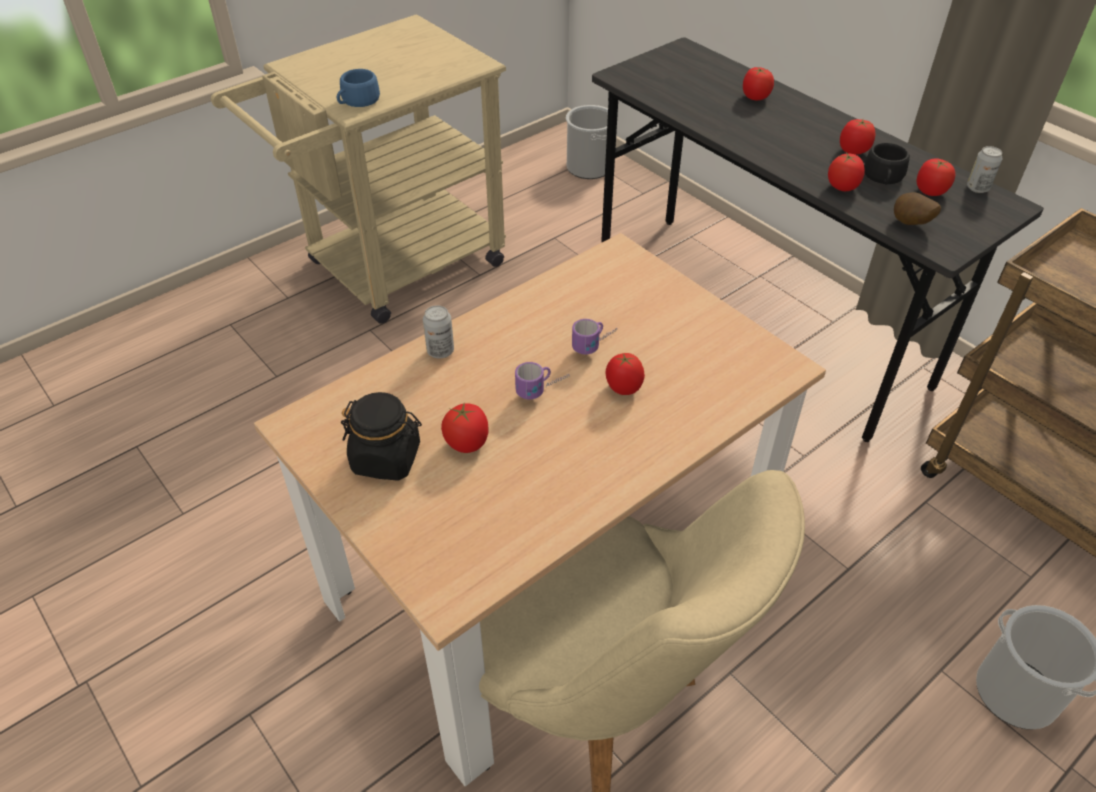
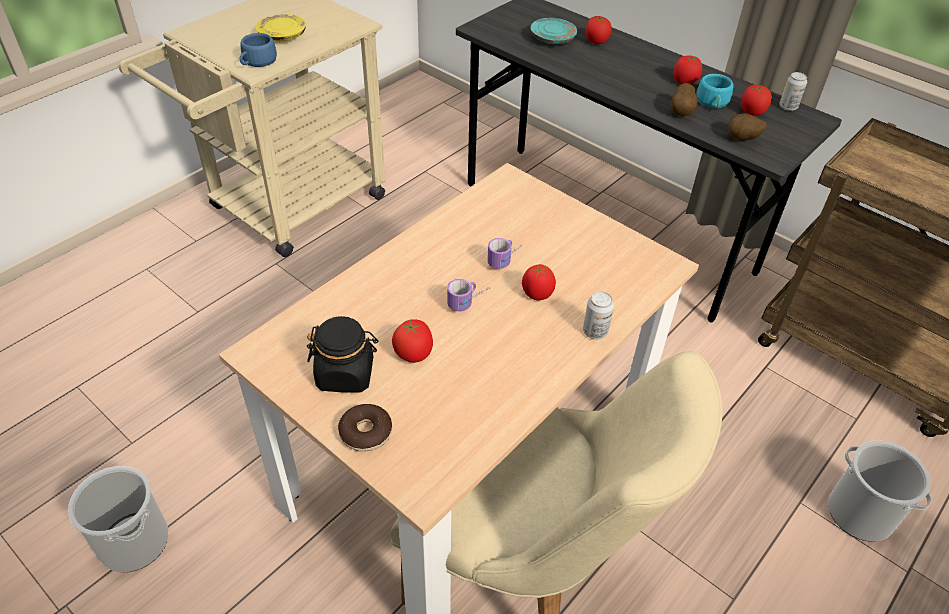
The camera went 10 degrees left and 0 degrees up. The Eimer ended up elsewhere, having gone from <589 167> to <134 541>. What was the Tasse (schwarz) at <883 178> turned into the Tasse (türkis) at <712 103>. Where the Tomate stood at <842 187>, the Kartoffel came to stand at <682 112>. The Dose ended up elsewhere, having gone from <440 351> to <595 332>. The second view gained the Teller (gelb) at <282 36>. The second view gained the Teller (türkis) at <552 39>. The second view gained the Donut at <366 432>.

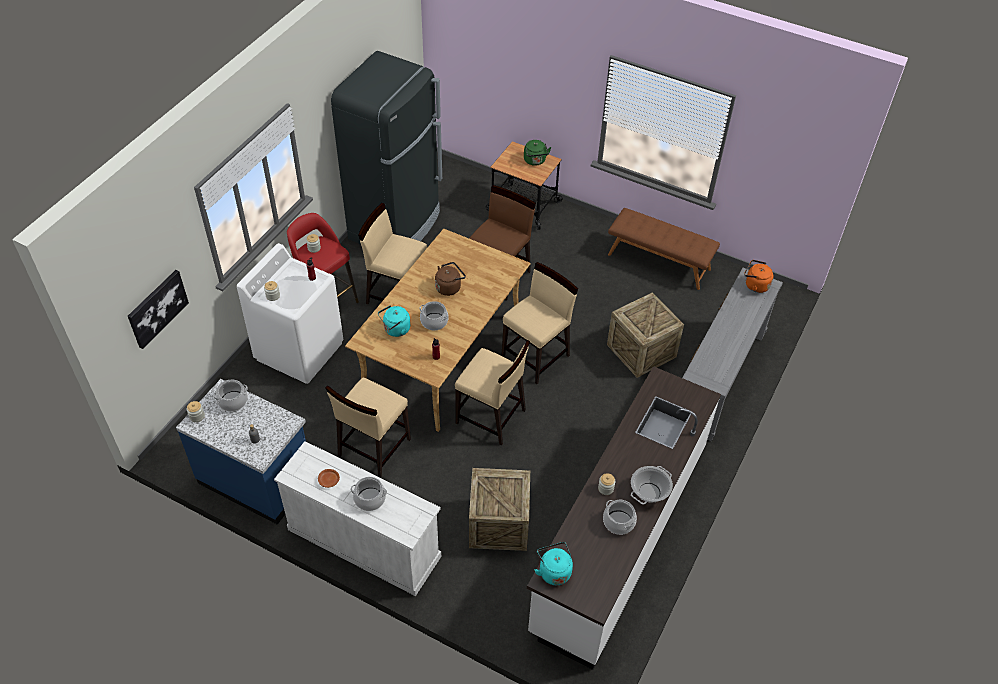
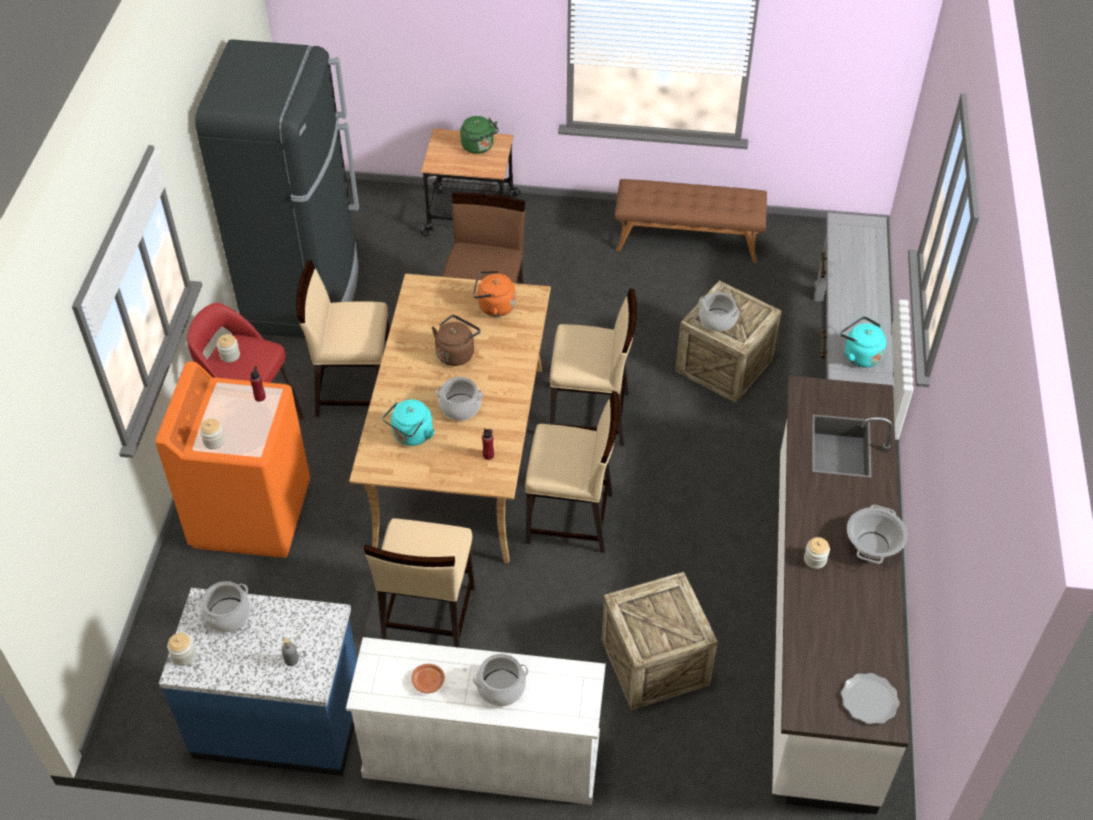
The camera went 20 degrees left and 0 degrees up. What was the Waschmaschine (weiß) at <300 350> turned into the Waschmaschine (orange) at <251 513>. The Wasserkessel (orange) ended up elsewhere, having gone from <755 285> to <494 306>. The Stuhl (beige) at <536 357> ended up facing another way, 75 degrees clockwise from before. The second view lost the Bild at <157 308>. The Kochtopf ended up elsewhere, having gone from <618 522> to <717 320>. The Wasserkessel (türkis) ended up elsewhere, having gone from <553 571> to <860 355>. The second view gained the Teller at <869 700>.

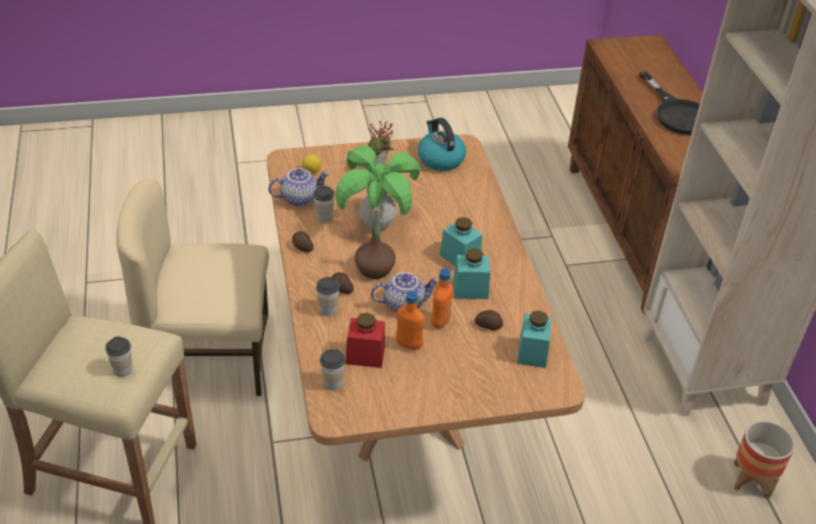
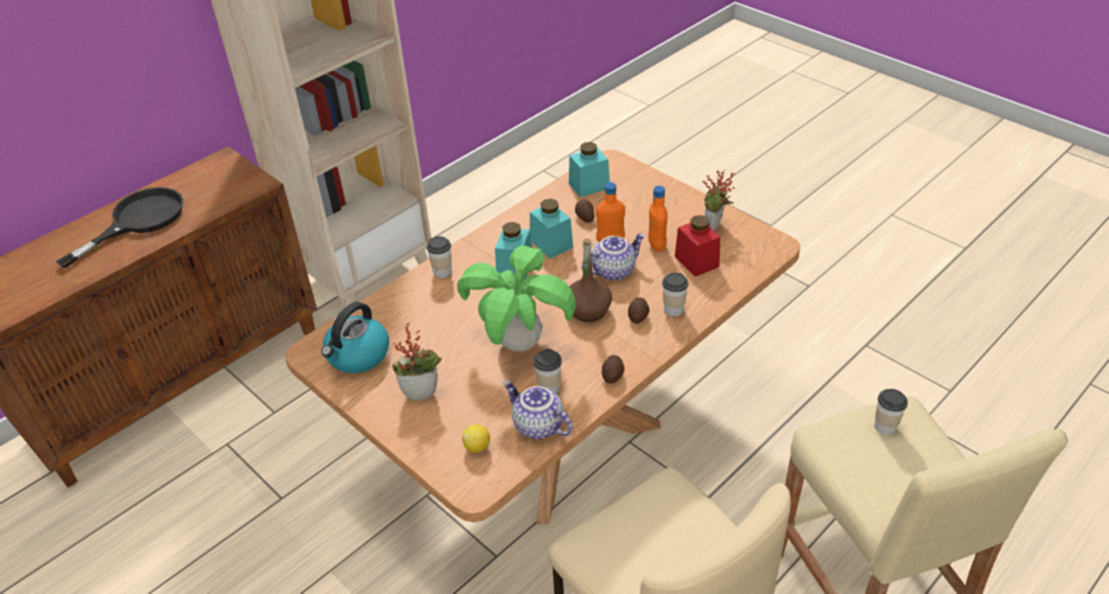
The camera went 120 degrees left and 0 degrees up. The Teekanne at <404 304> ended up facing another way, 105 degrees clockwise from before. The Tasse ended up elsewhere, having gone from <332 383> to <442 272>. The second view lost the Pflanzkübel at <752 480>. The second view gained the Topfpflanze at <714 228>.

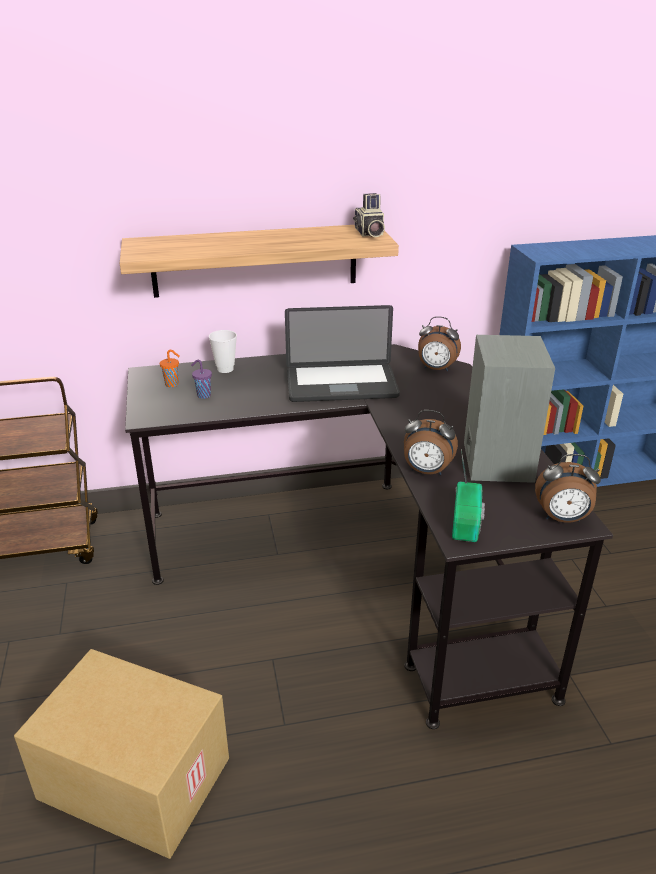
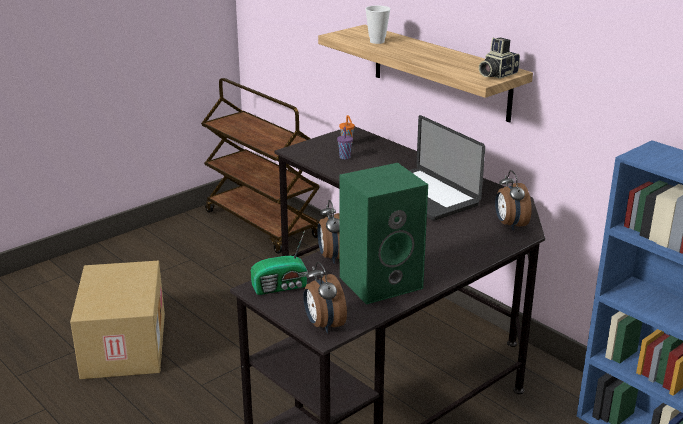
The camera went 60 degrees right and 5 degrees down. The Tasse ended up elsewhere, having gone from <225 369> to <377 41>. What was the Lautsprecher (grau) at <495 460> turned into the Lautsprecher (grün) at <381 281>.

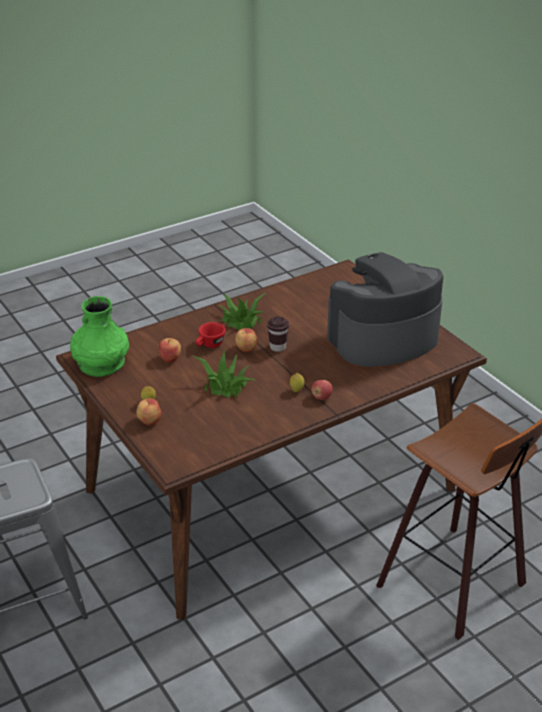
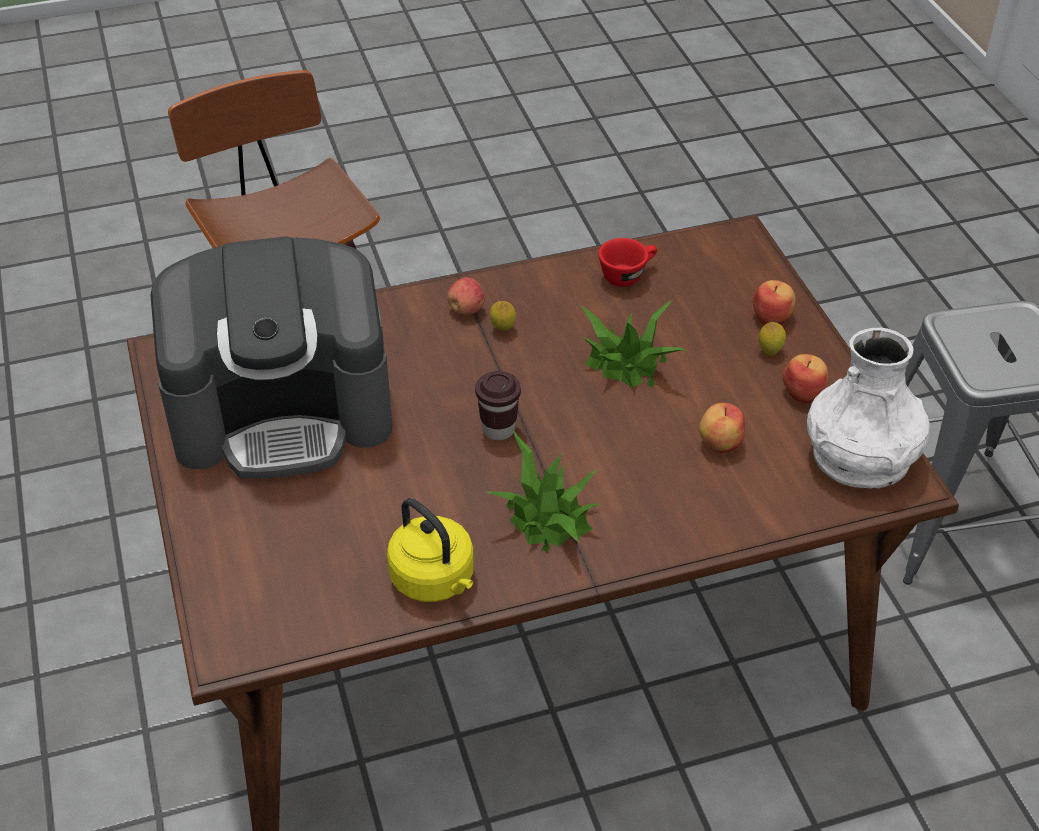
The camera went 165 degrees left and 10 degrees up. What was the Vase (grün) at <101 363> turned into the Vase (weiß) at <861 458>. The Tasse (rot) ended up elsewhere, having gone from <209 345> to <627 274>. The Apfel ended up elsewhere, having gone from <245 349> to <803 393>. The second view gained the Wasserkessel (gelb) at <435 580>.

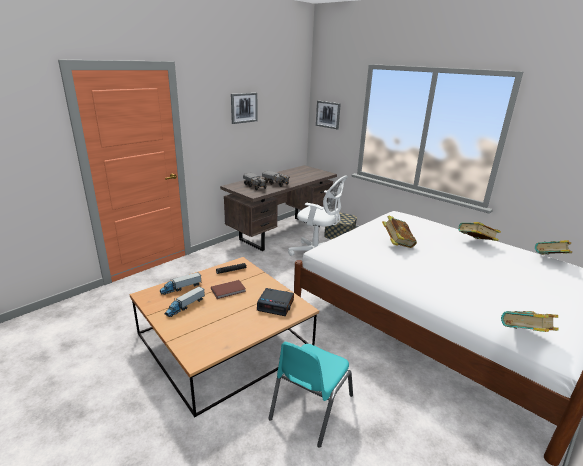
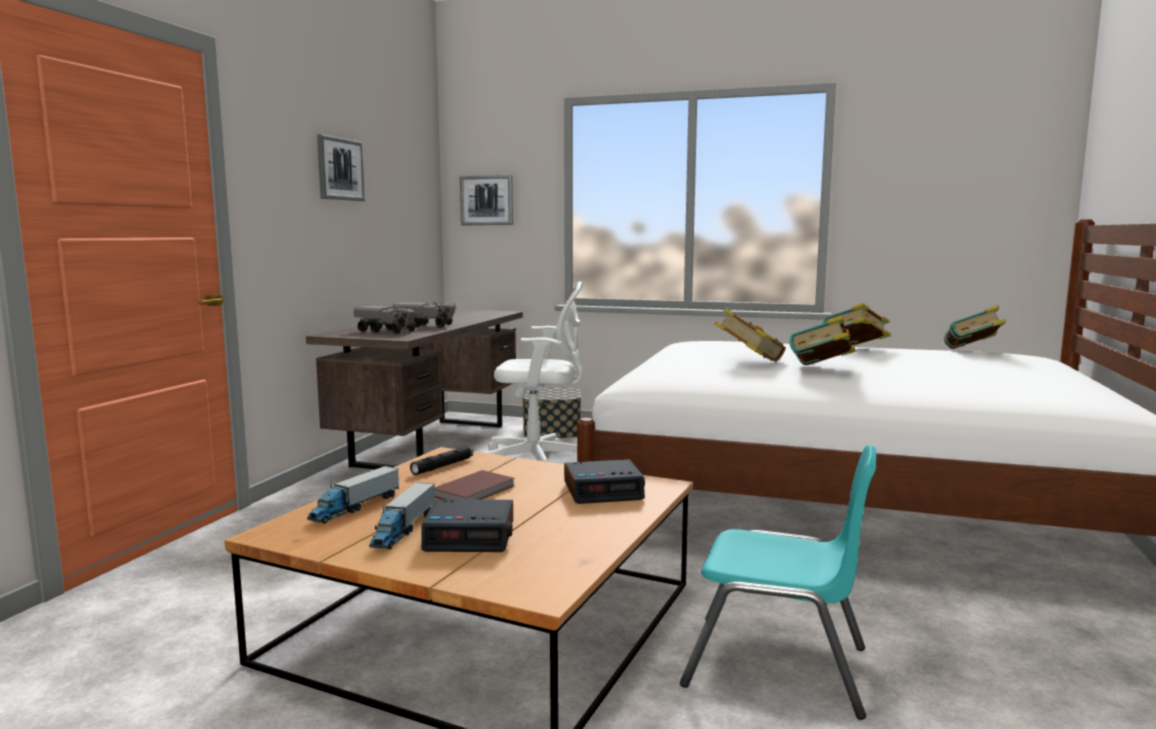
The camera went 25 degrees left and 15 degrees down. The Buch ended up elsewhere, having gone from <524 337> to <821 369>. The Stuhl (türkis) at <310 406> ended up facing another way, 75 degrees counterclockwise from before. The second view gained the Wecker at <471 536>.

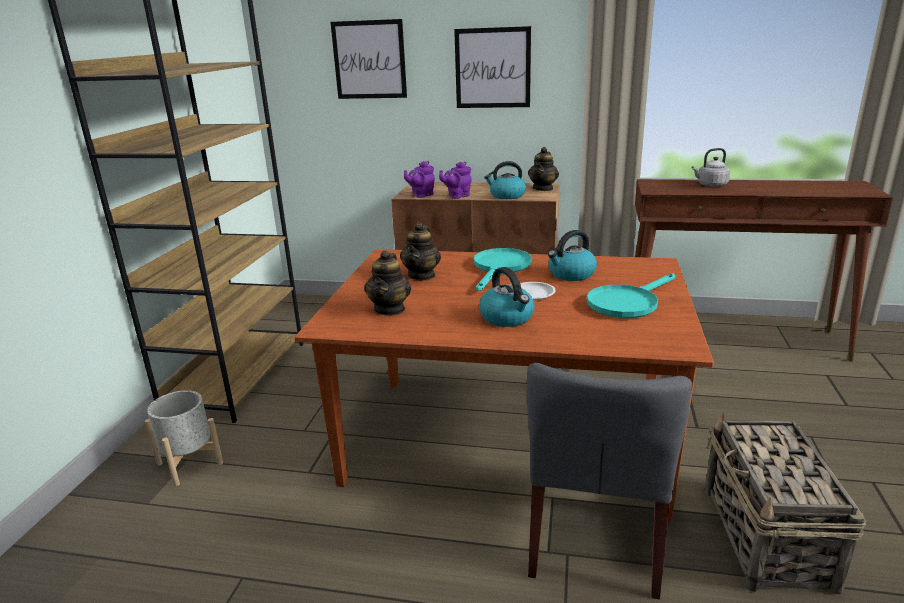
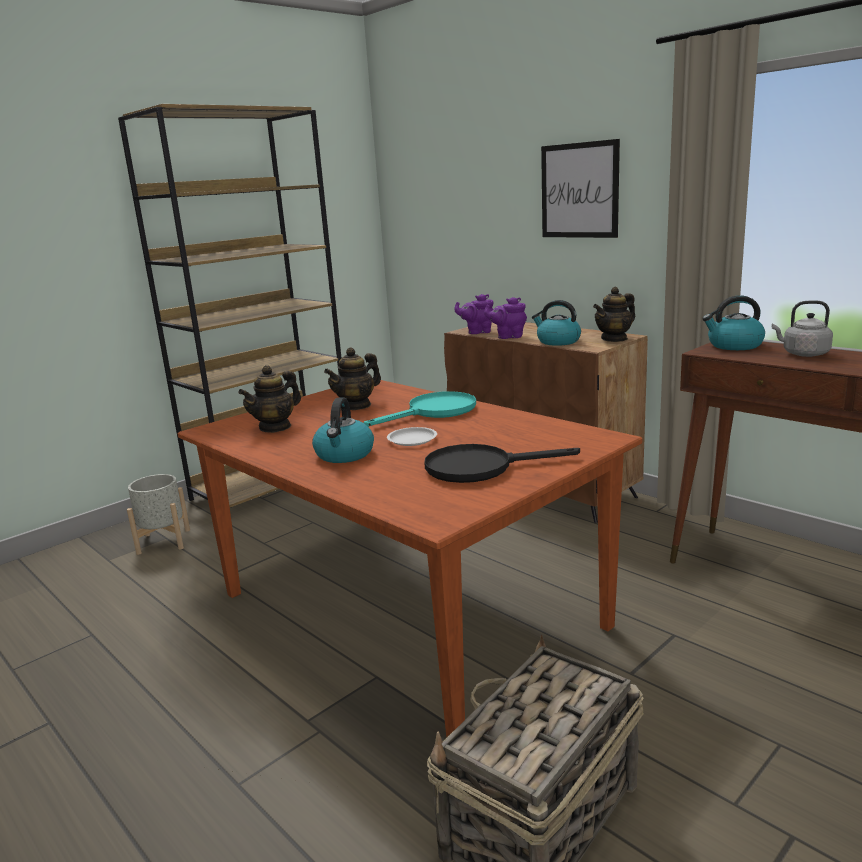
The camera went 35 degrees right and 5 degrees down. The second view lost the Bild at <369 60>. The Wasserkessel ended up elsewhere, having gone from <571 274> to <734 346>. What was the Pfanne (türkis) at <627 302> turned into the Pfanne (schwarz) at <480 467>. The second view lost the Stuhl (grau) at <596 534>.

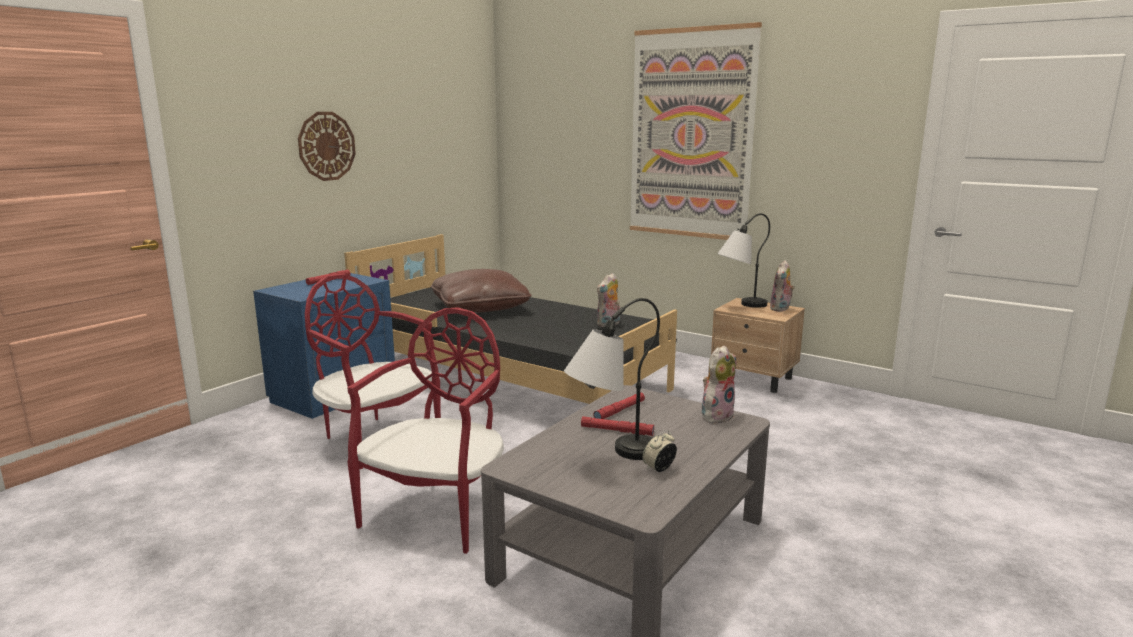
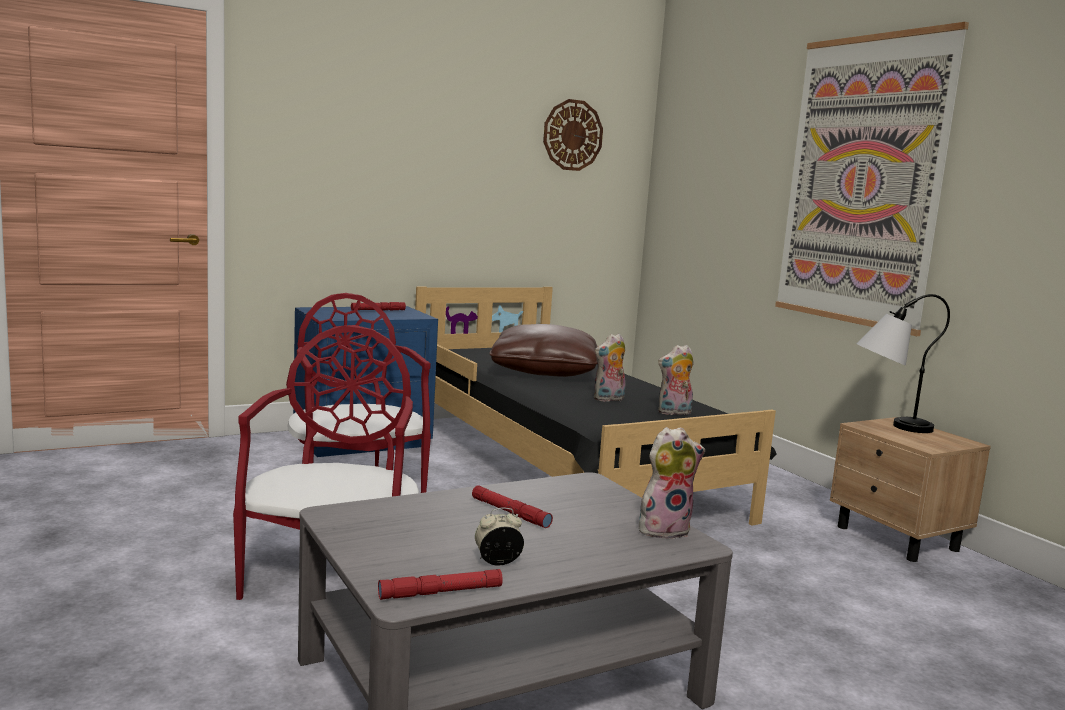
The camera went 25 degrees right and 5 degrees down. The Wanduhr ended up elsewhere, having gone from <326 146> to <572 135>. The Plüschtier ended up elsewhere, having gone from <781 309> to <609 399>. The second view lost the Tischlampe at <610 456>. The Stuhl (rot) at <438 512> ended up facing another way, 45 degrees counterclockwise from before. The Taschenlampe (rot) ended up elsewhere, having gone from <619 410> to <440 592>.

